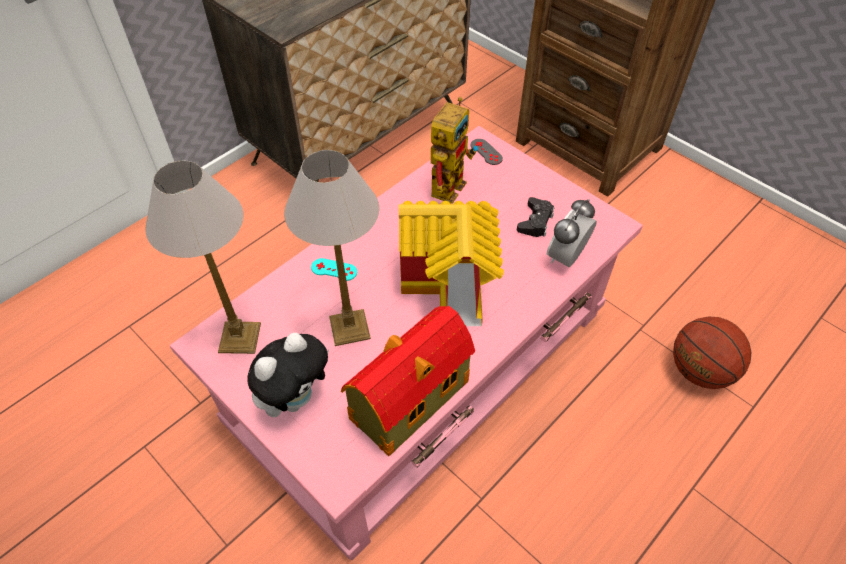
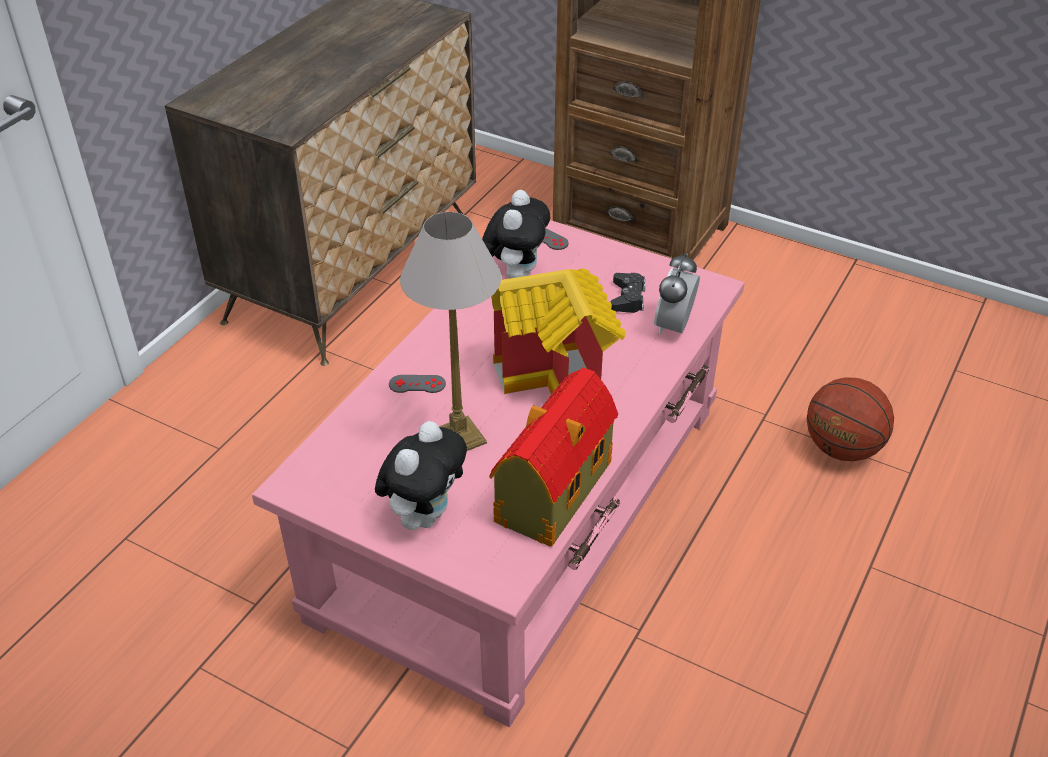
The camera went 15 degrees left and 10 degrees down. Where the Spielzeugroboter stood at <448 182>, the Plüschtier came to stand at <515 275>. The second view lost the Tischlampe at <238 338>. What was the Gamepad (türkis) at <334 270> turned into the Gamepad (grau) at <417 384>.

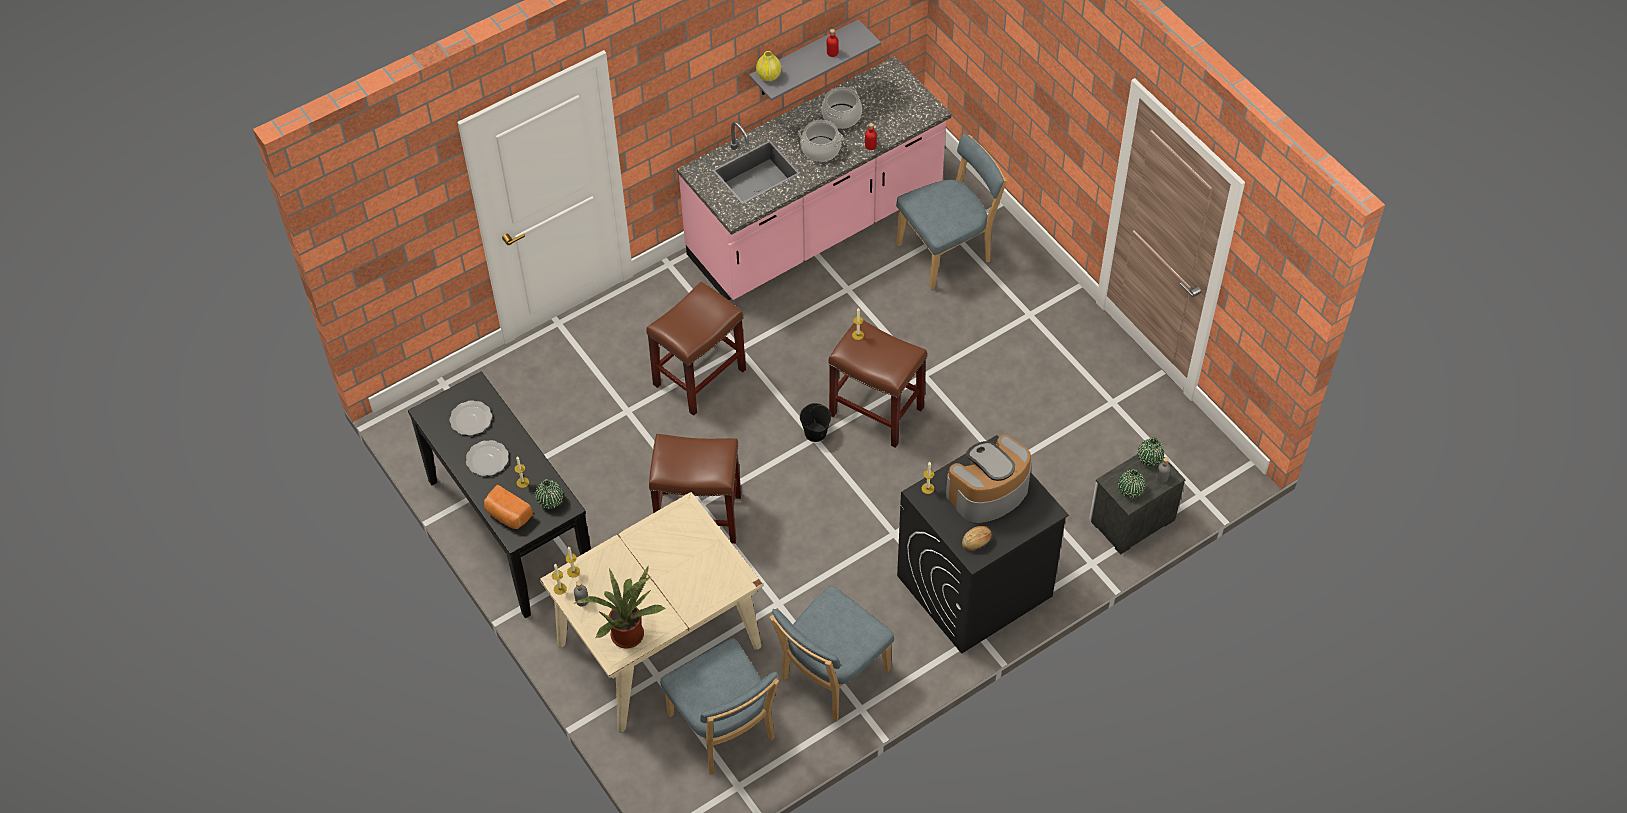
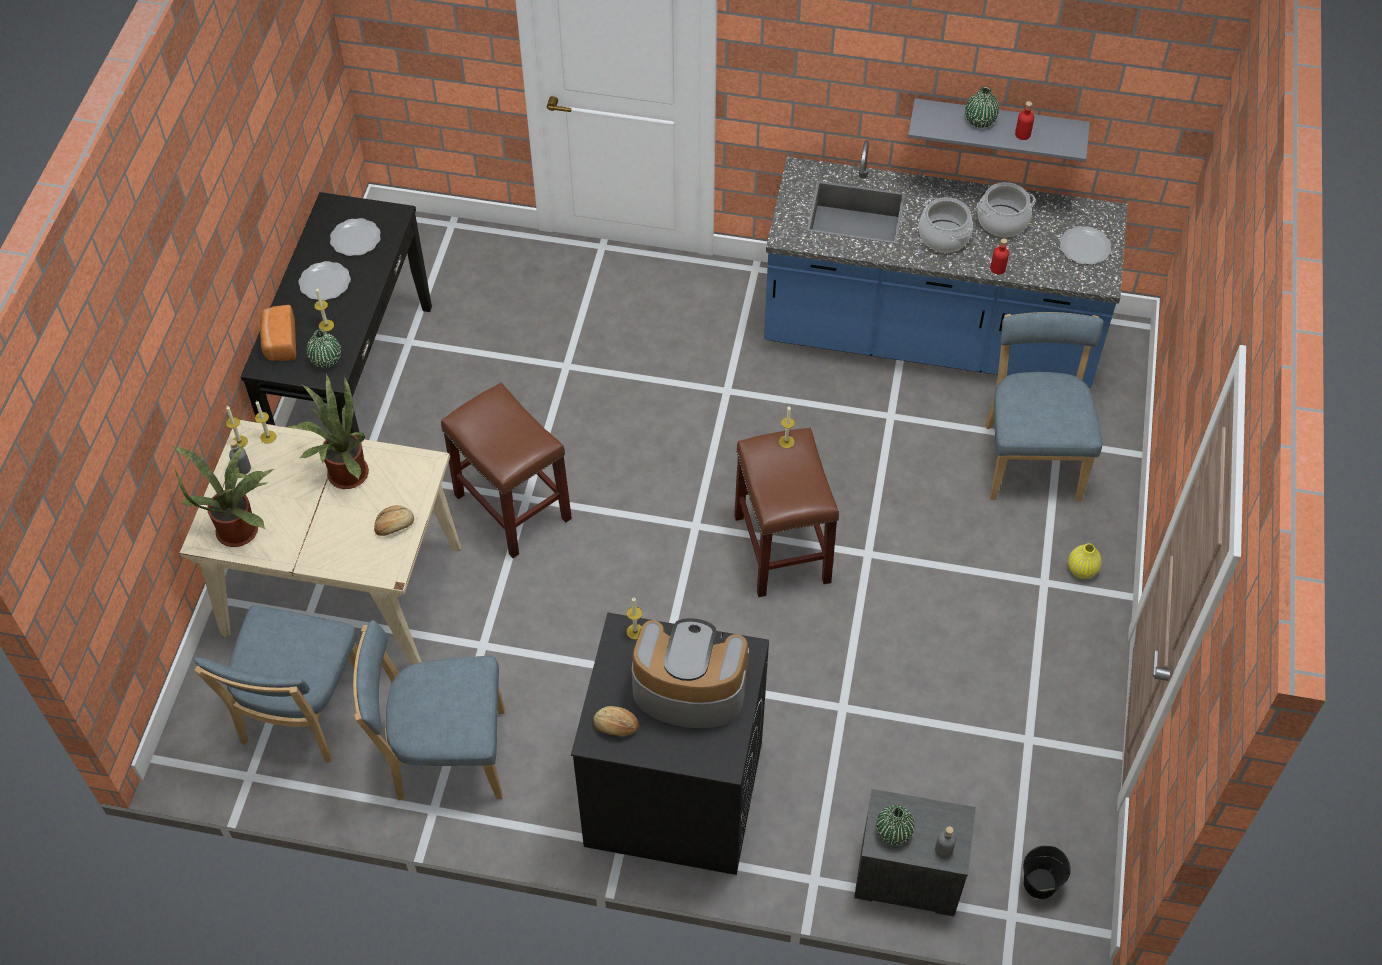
The camera went 45 degrees right and 0 degrees up. The Vase (gelb) ended up elsewhere, having gone from <768 76> to <1082 570>. What was the Küchenzeile (rosa) at <816 226> turned into the Küchenzeile (blau) at <929 337>. The Stuhl (blau) at <948 252> ended up facing another way, 105 degrees counterclockwise from before. The second view lost the Hocker (braun) at <699 376>. The Eimer (schwarz) ended up elsewhere, having gone from <815 433> to <1039 884>. The Vase (grün) ended up elsewhere, having gone from <1149 459> to <980 121>. The second view gained the Teller at <1085 247>. The second view gained the Topfpflanze at <343 474>. The second view gained the Brot at <394 525>.

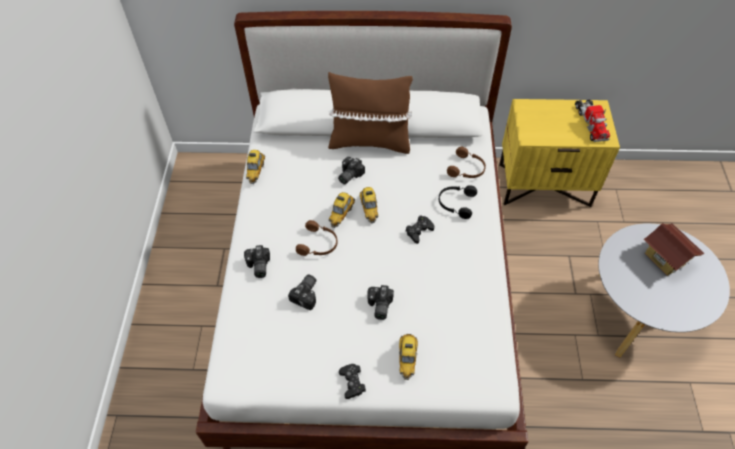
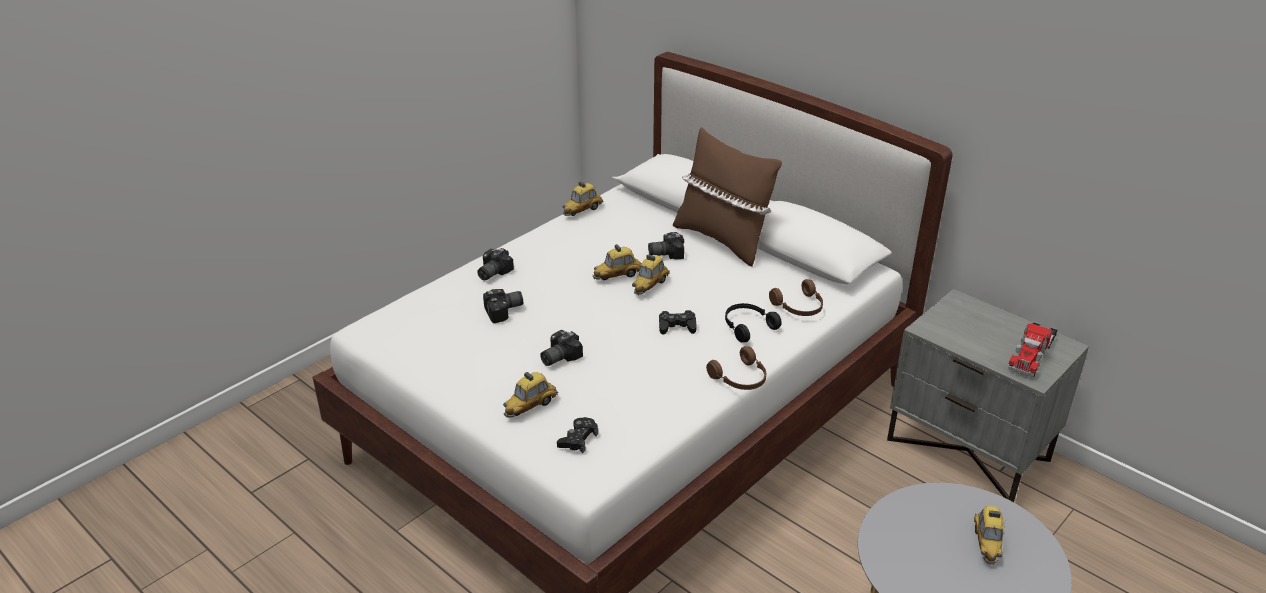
The camera went 40 degrees right and 20 degrees down. What was the Nachttisch (gelb) at <544 184> turned into the Nachttisch (grau) at <969 449>. The Kopfhörer (braun) ended up elsewhere, having gone from <319 244> to <740 379>. Where the Spielzeughaus stood at <665 258>, the Spielzeugauto came to stand at <986 543>. The Gamepad (schwarz) ended up elsewhere, having gone from <352 382> to <578 439>.

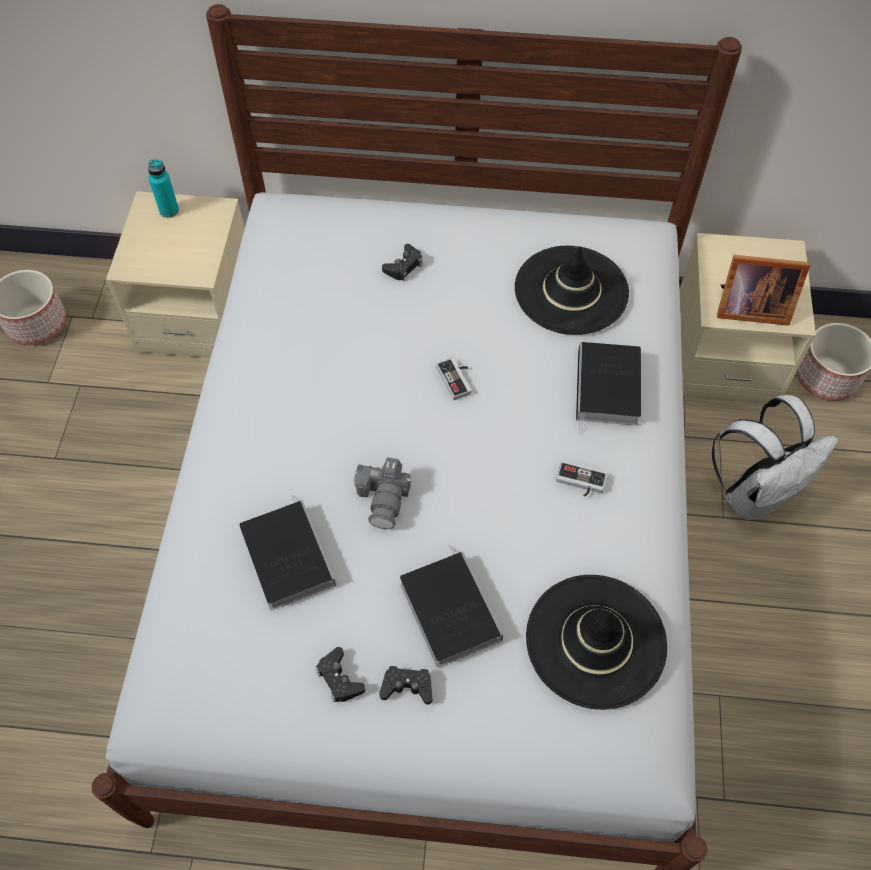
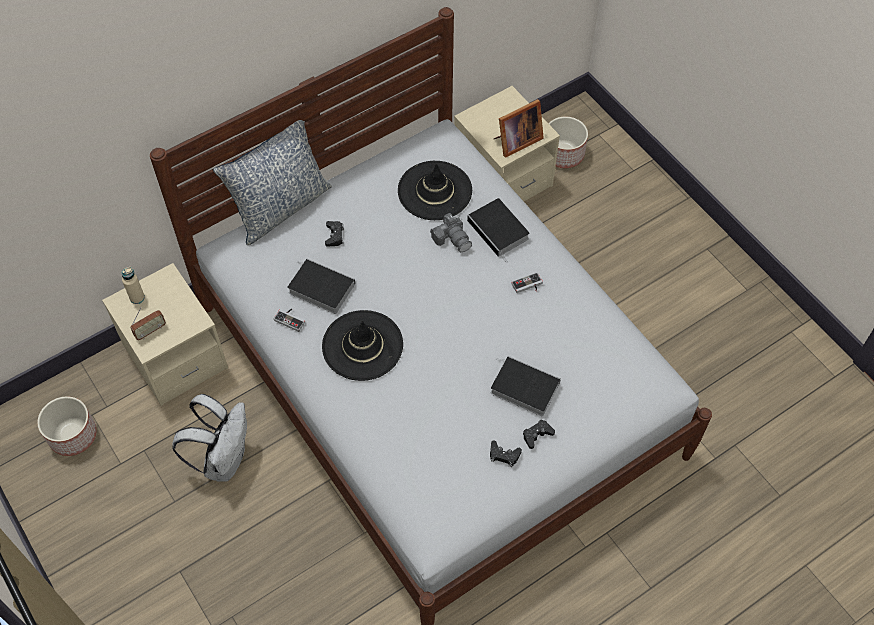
The camera went 40 degrees left and 0 degrees up. What was the Flasche (türkis) at <169 211> turned into the Flasche (beige) at <137 298>. The Gamepad ended up elsewhere, having gone from <457 379> to <291 319>. The Rucksack (weiß) ended up elsewhere, having gone from <754 493> to <224 459>. The Kamera ended up elsewhere, having gone from <384 498> to <452 238>. The Buch ended up elsewhere, having gone from <286 555> to <319 288>. The Hut (schwarz) ended up elsewhere, having gone from <595 640> to <362 345>. The second view gained the Kissen at <280 207>. The second view gained the Radio at <150 331>.

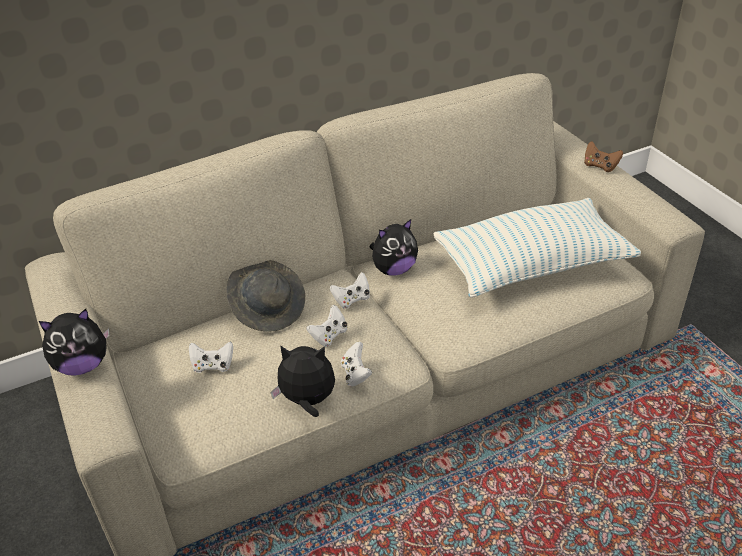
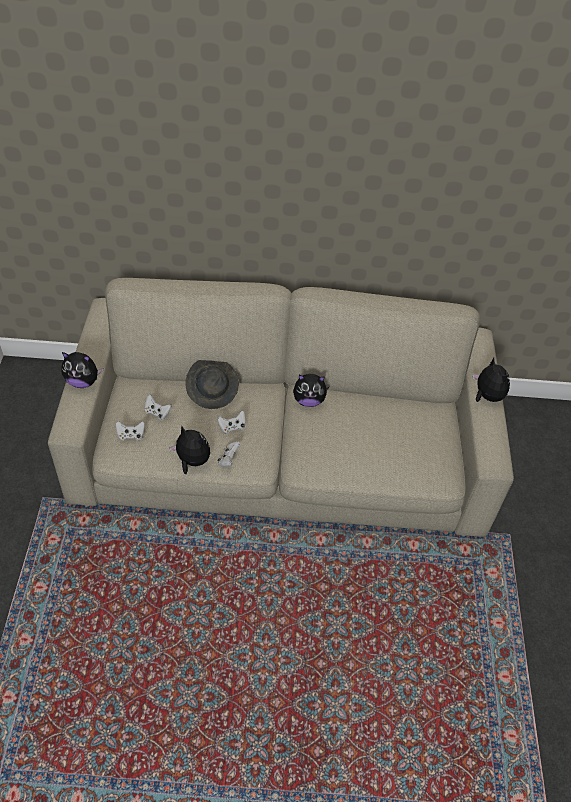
The camera went 25 degrees right and 10 degrees up. Where the Gamepad (braun) stood at <600 166>, the Plüschtier came to stand at <486 396>. The second view lost the Kissen at <532 265>. The Gamepad (weiß) ended up elsewhere, having gone from <352 300> to <131 435>.

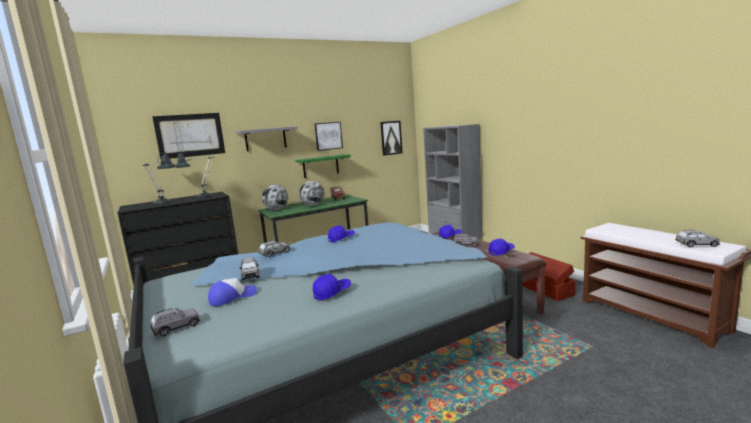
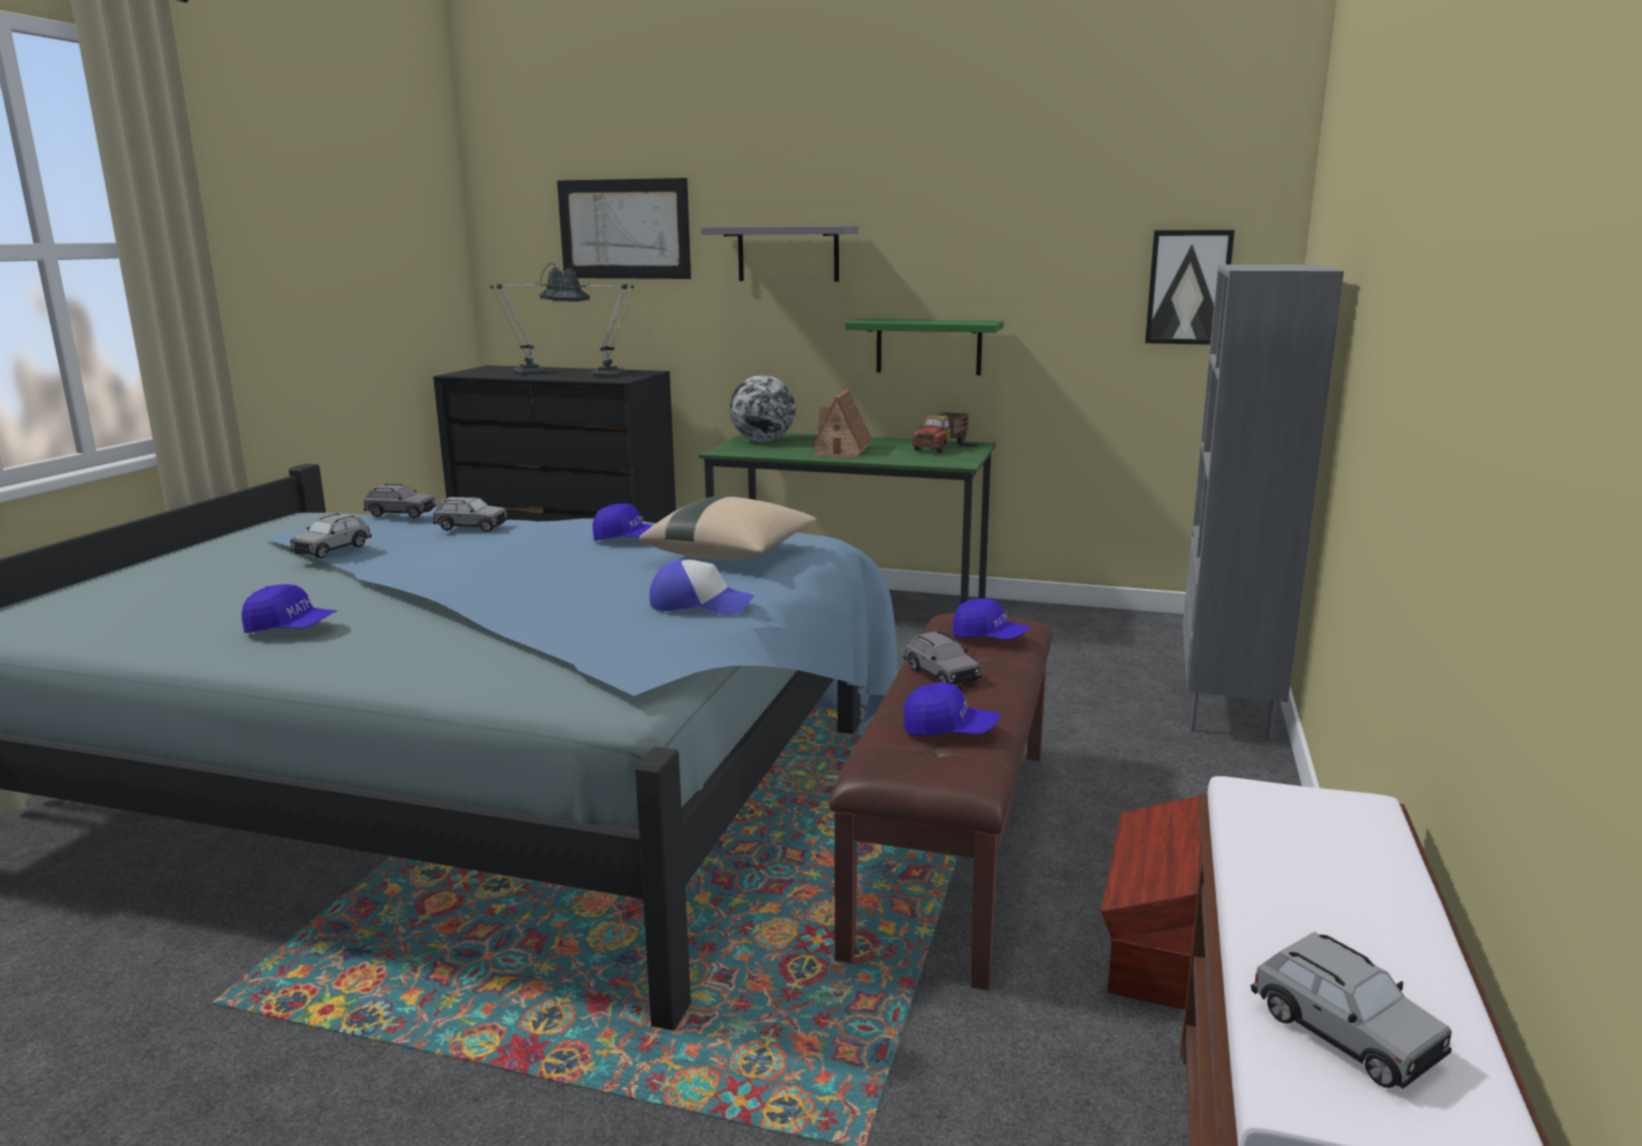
The camera went 45 degrees right and 5 degrees up. The second view lost the Bild at <328 136>. Where the Globus stood at <313 205>, the Spielzeughaus came to stand at <841 450>. The Kappe ended up elsewhere, having gone from <232 297> to <700 604>. The Spielzeugauto (grau) ended up elsewhere, having gone from <176 327> to <401 513>. The second view gained the Kissen (beige) at <731 555>.

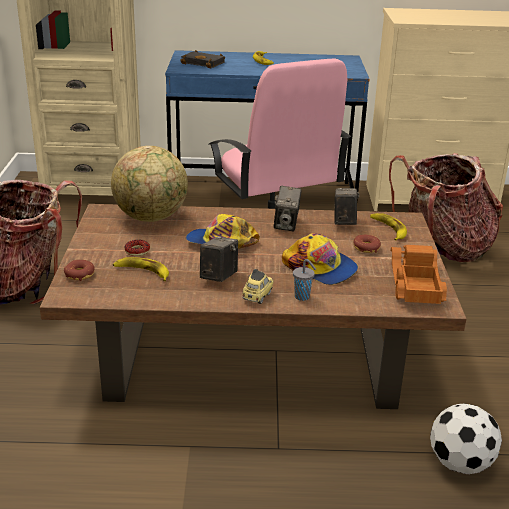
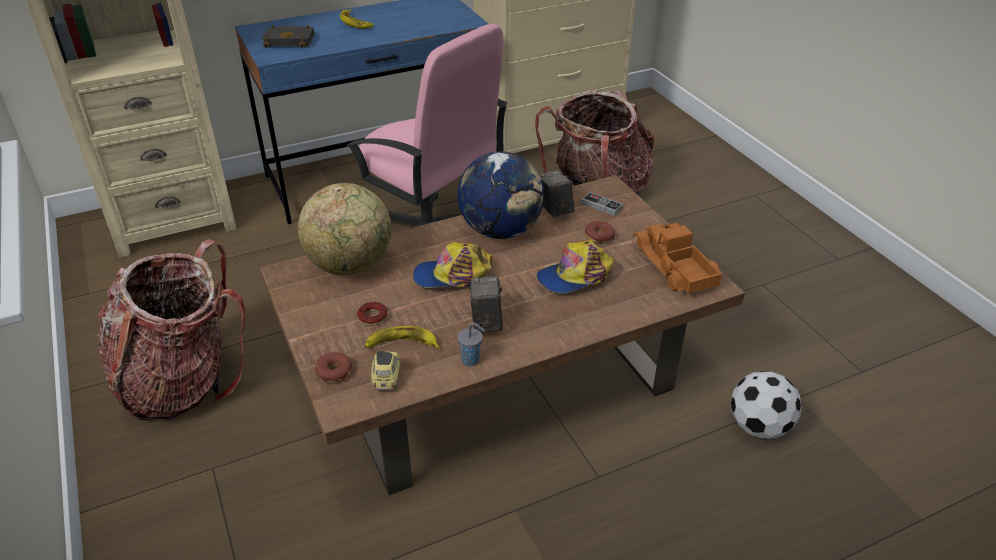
The camera went 25 degrees left and 10 degrees up. Where the Kamera stood at <286 225>, the Globus came to stand at <501 230>. Where the Banane stood at <388 229>, the Gamepad came to stand at <601 206>. The Kappe at <320 268> ended up facing another way, 135 degrees clockwise from before. The Tasse (grau) ended up elsewhere, having gone from <303 297> to <471 360>. The Spielzeugauto ended up elsewhere, having gone from <257 296> to <386 378>.

